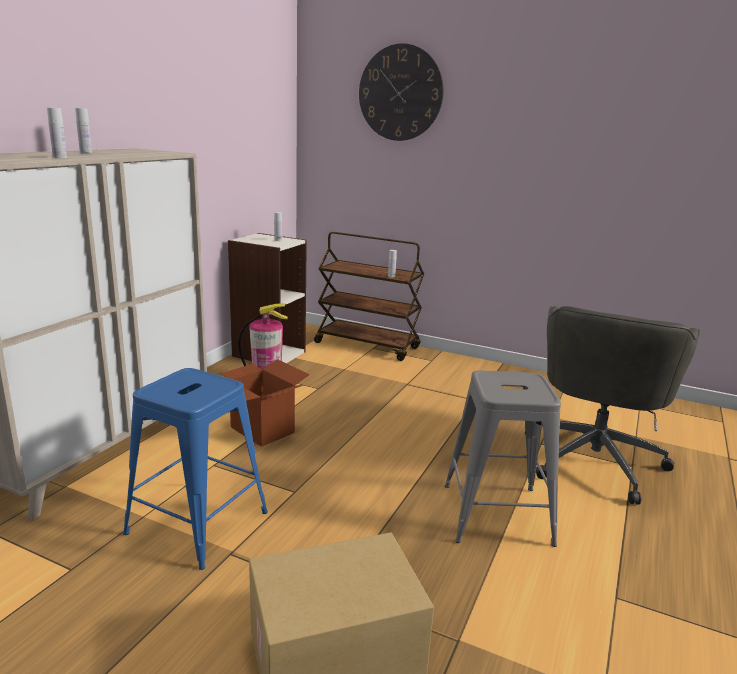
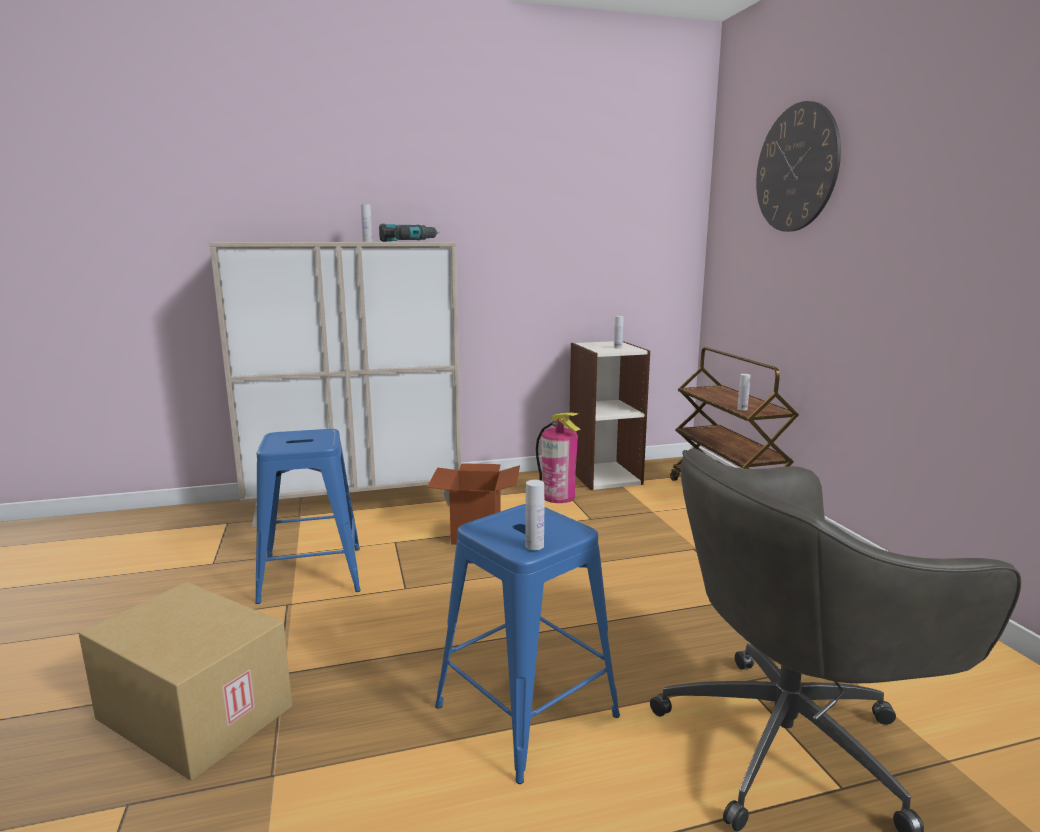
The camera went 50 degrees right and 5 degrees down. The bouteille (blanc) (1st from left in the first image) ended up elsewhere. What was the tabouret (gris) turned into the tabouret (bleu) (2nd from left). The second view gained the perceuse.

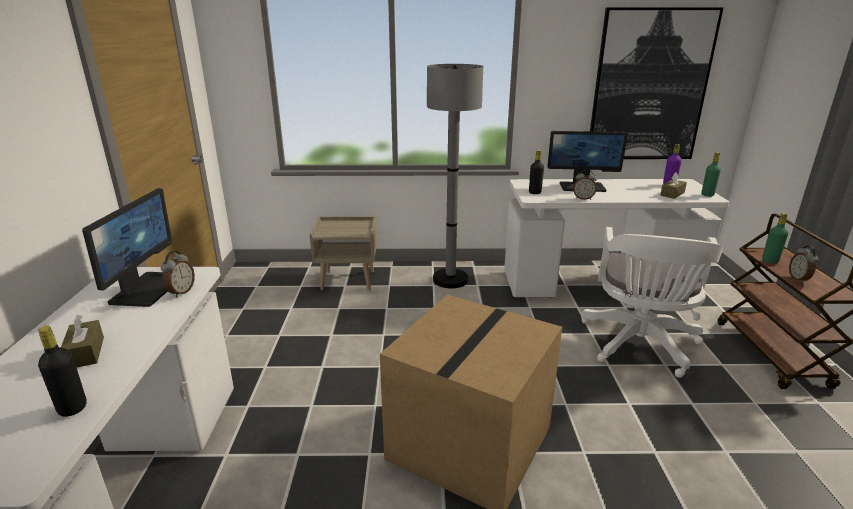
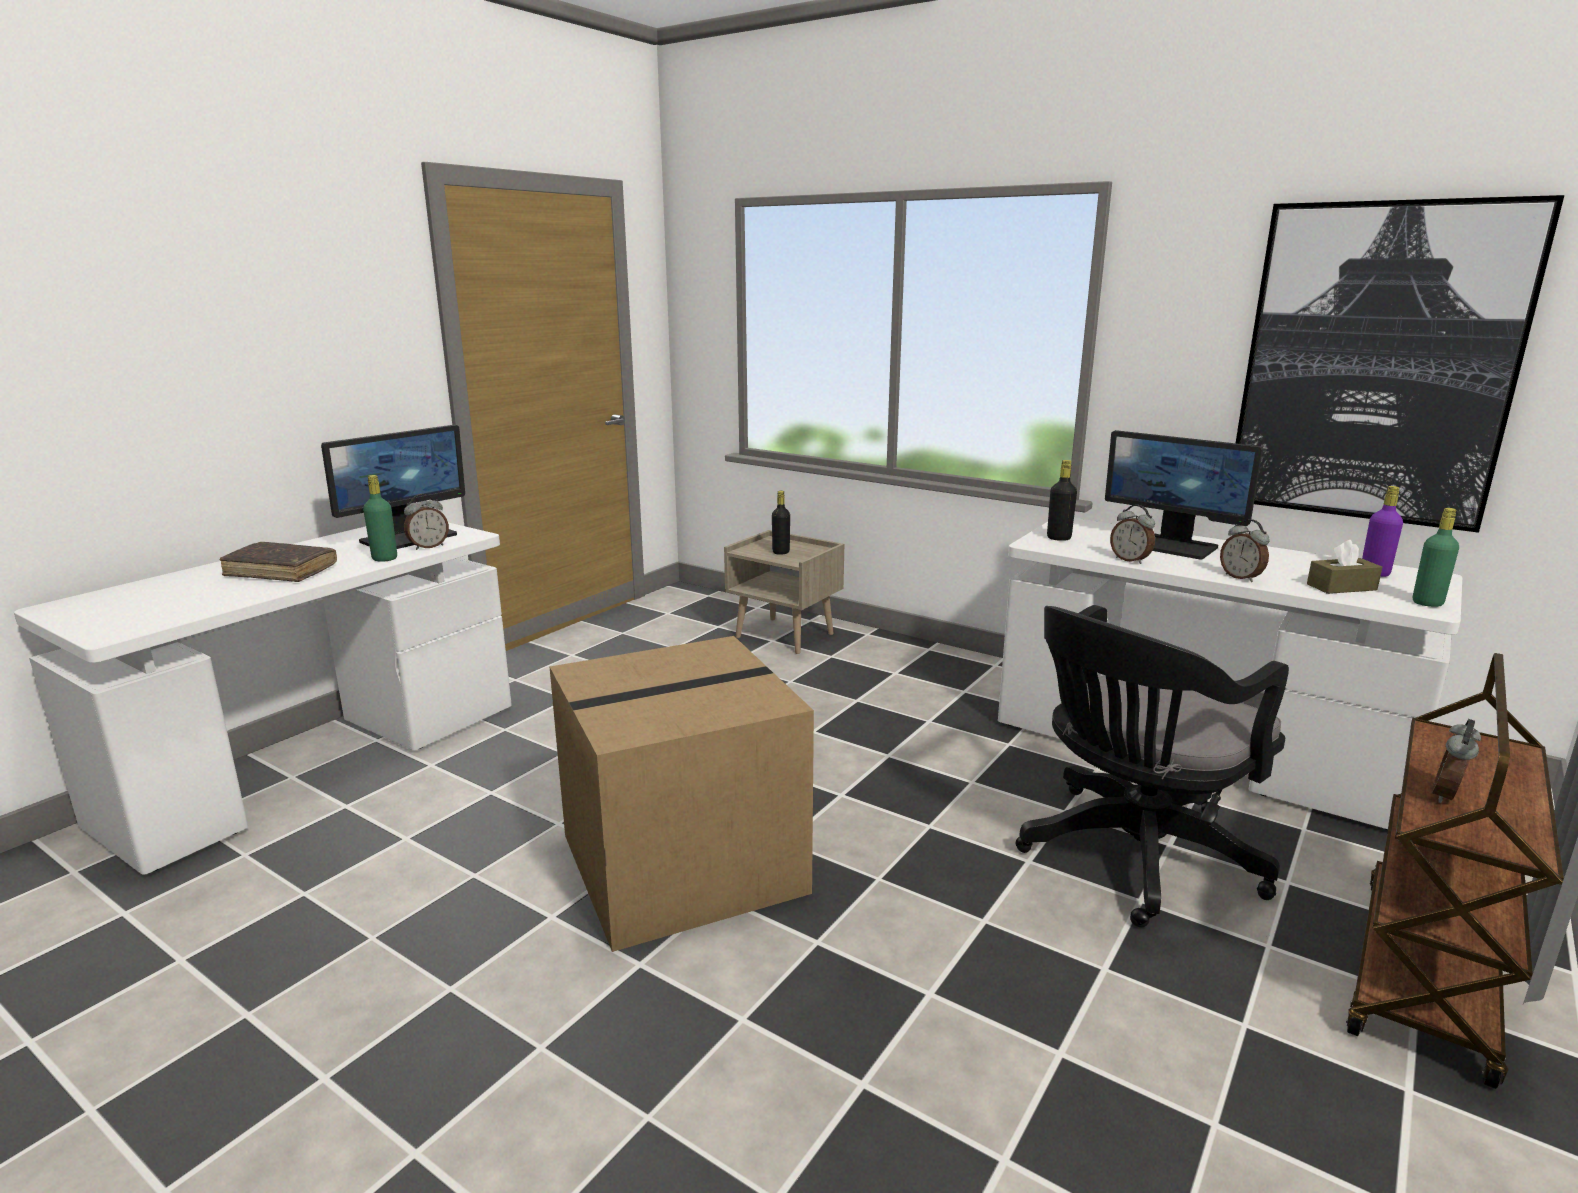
The camera went 35 degrees right and 5 degrees down. The second view lost the lampadaire (gris). The bouteille (vert) (2nd from left in the first image) ended up elsewhere. What was the chaise de bureau (blanc) turned into the chaise de bureau (noir). Where the boîte à mouchoirs (marron) (1st from left) stood, the livre (marron) came to stand. The bouteille (noir) (1st from left) ended up elsewhere. The second view gained the réveil (3rd from left).

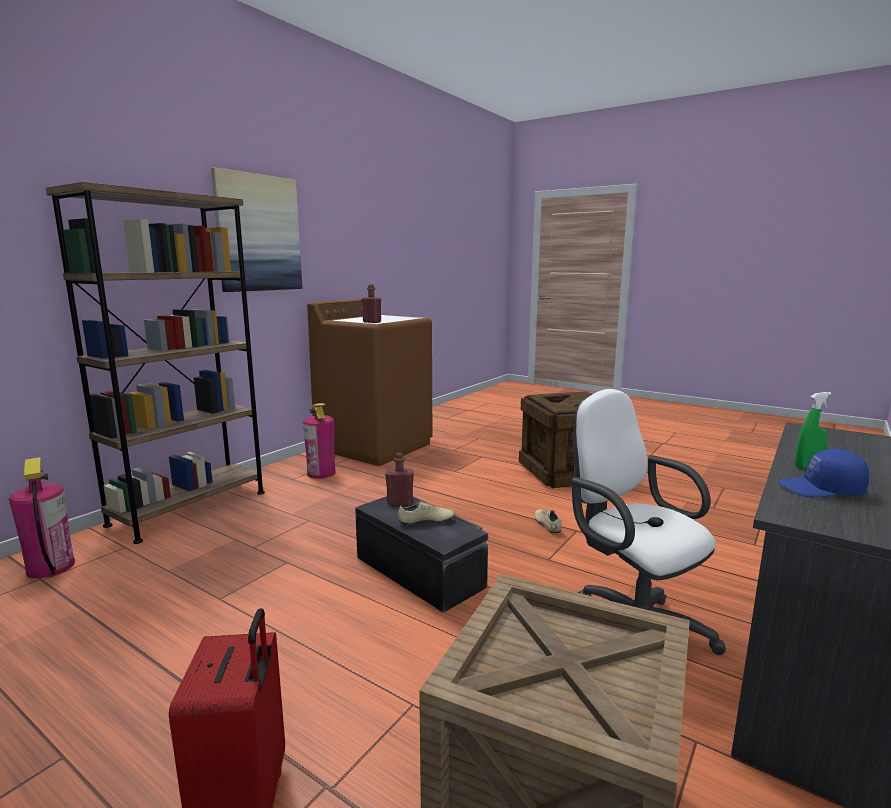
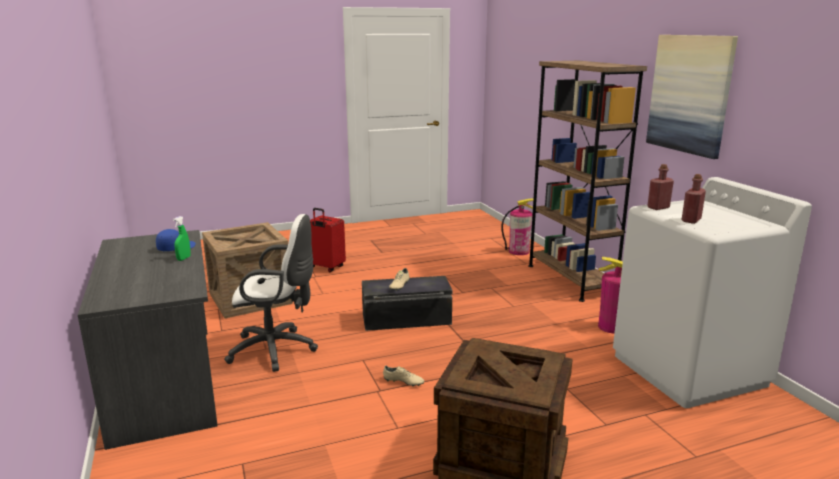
The camera went 125 degrees right and 5 degrees up. What was the lave-linge (marron) turned into the lave-linge (blanc). The bouteille (rouge) (2nd from left) ended up elsewhere.

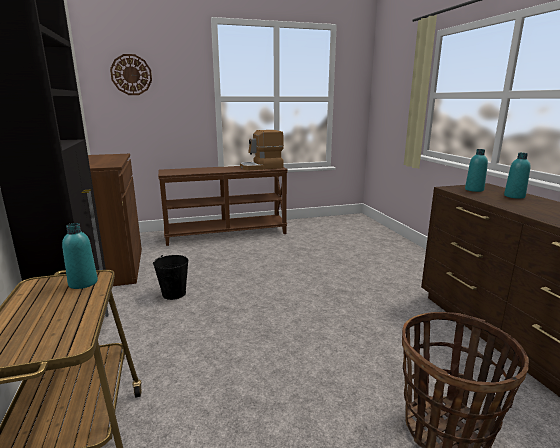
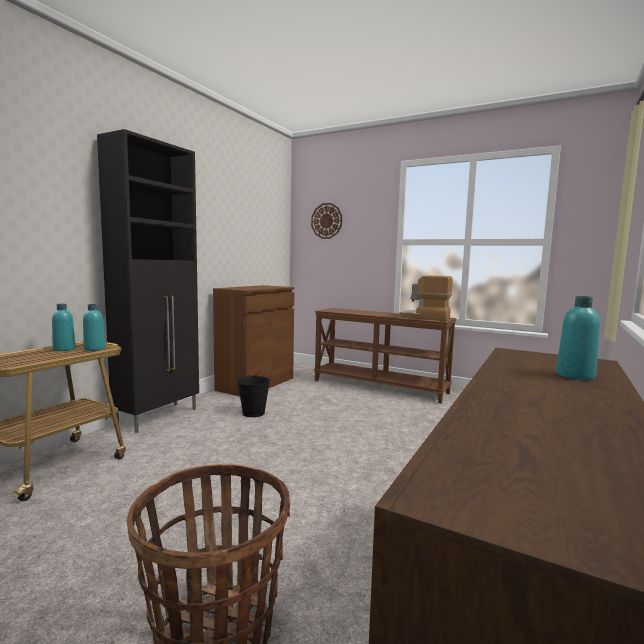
The camera went 45 degrees right and 10 degrees down. The bouteille (turquoise) (2nd from left in the first image) ended up elsewhere.

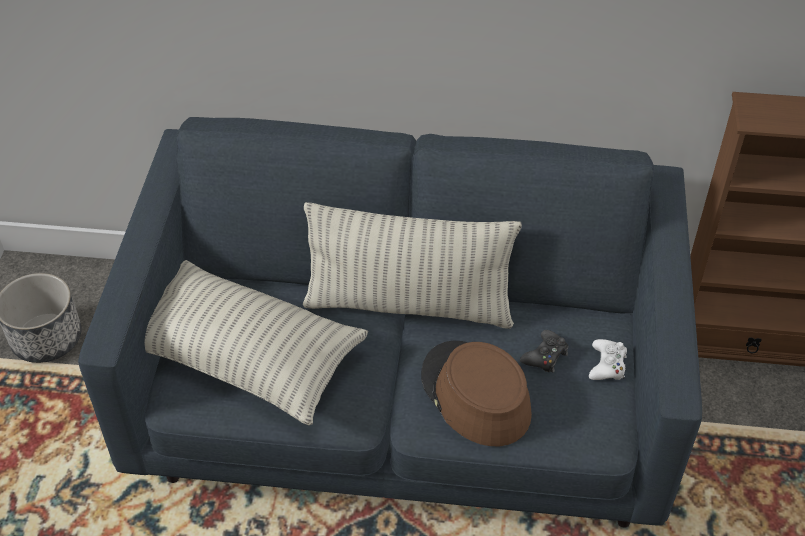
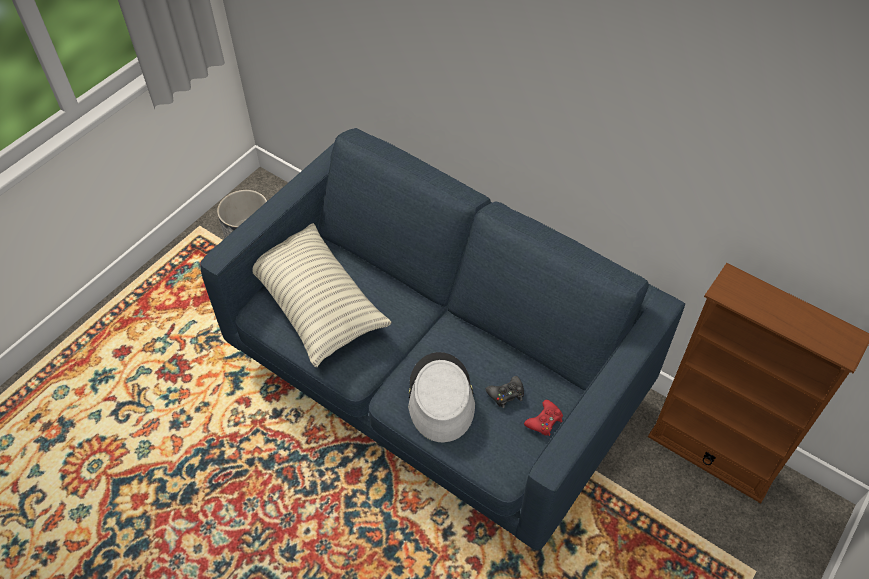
The camera went 30 degrees right and 5 degrees up. The second view lost the coussin (2nd from left). What was the manette (blanc) turned into the manette (rouge). What was the chapeau (marron) turned into the chapeau (gris).

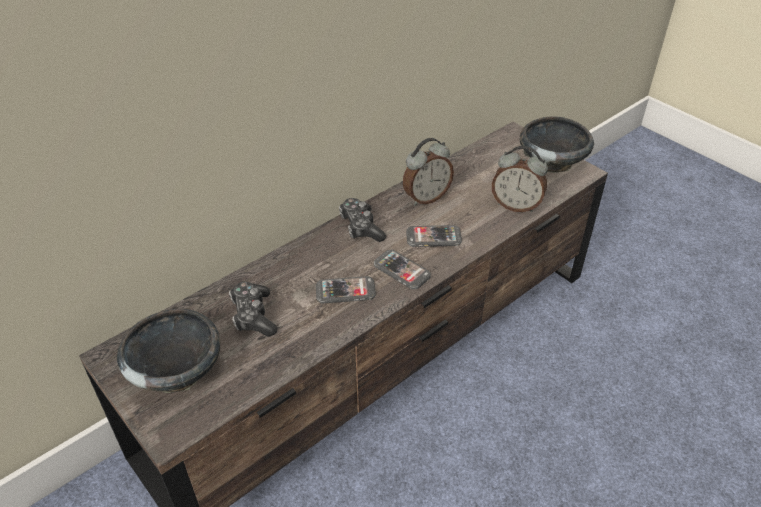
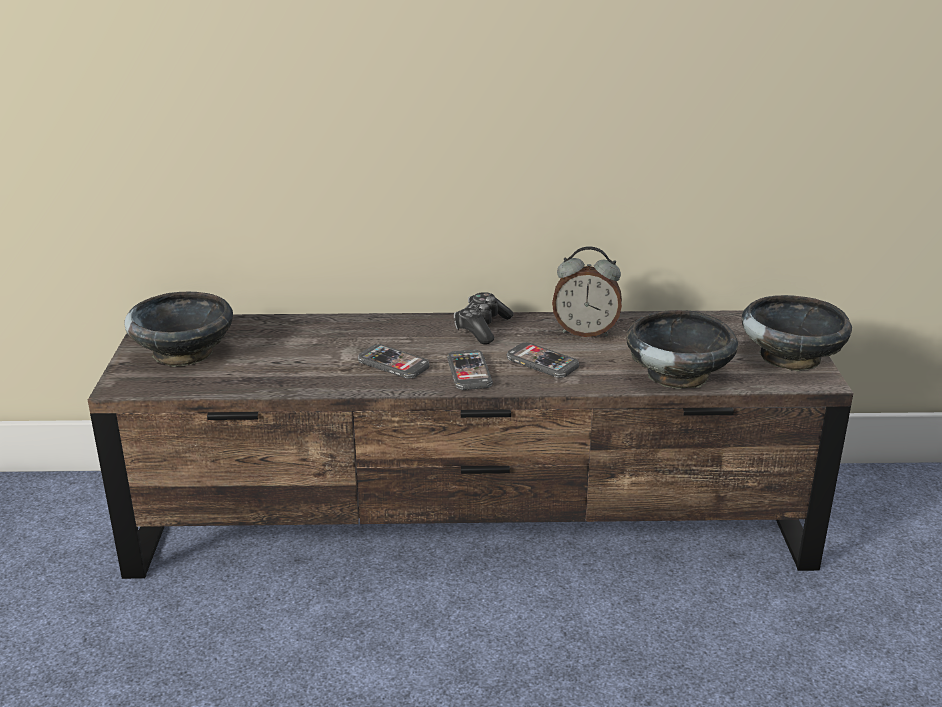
The camera went 40 degrees right and 15 degrees down. Where the réveil (2nd from left) stood, the bol (noir) (2nd from left) came to stand. The second view lost the manette (1st from left).

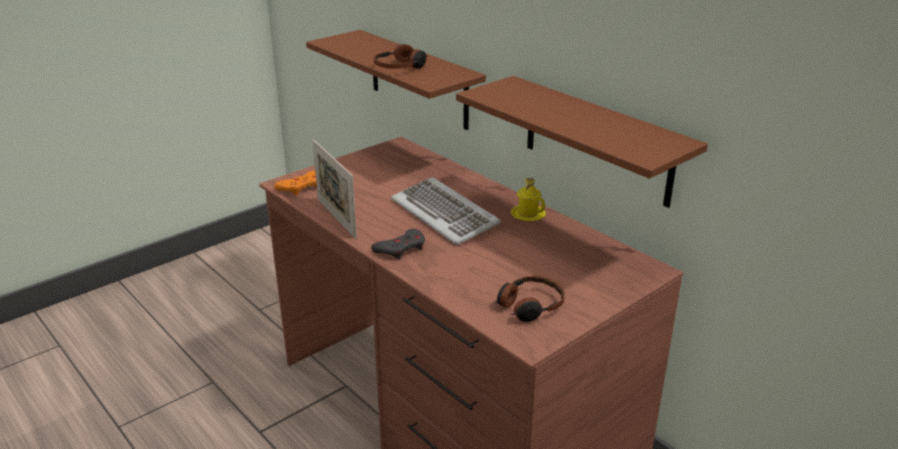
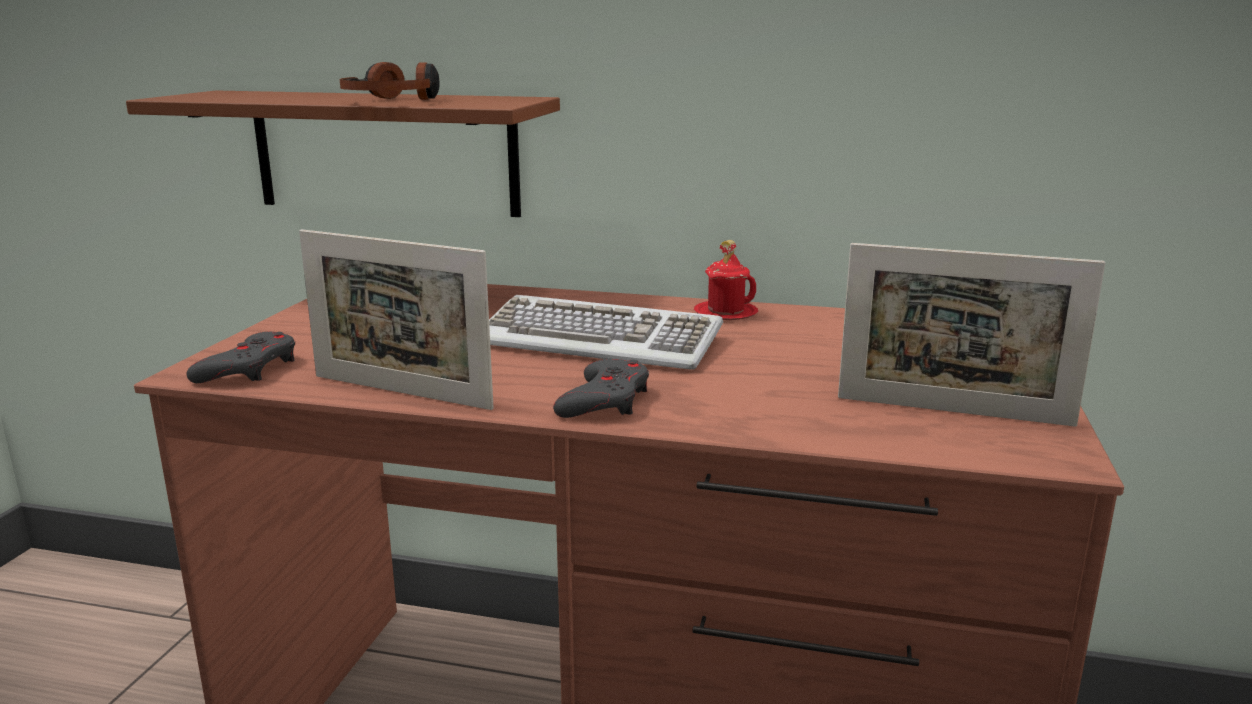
The camera went 35 degrees left and 10 degrees down. The second view lost the étagère (marron) (2nd from left). What was the manette (orange) turned into the manette (gris) (1st from left). What was the mug (jaune) turned into the mug (rouge). Where the casque audio (2nd from left) stood, the cadre photo (2nd from left) came to stand.

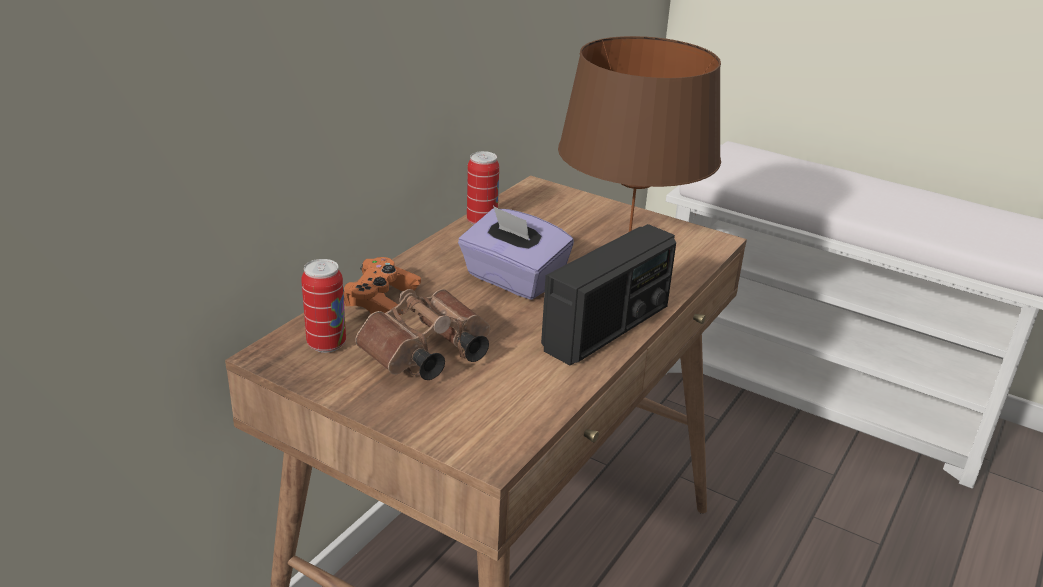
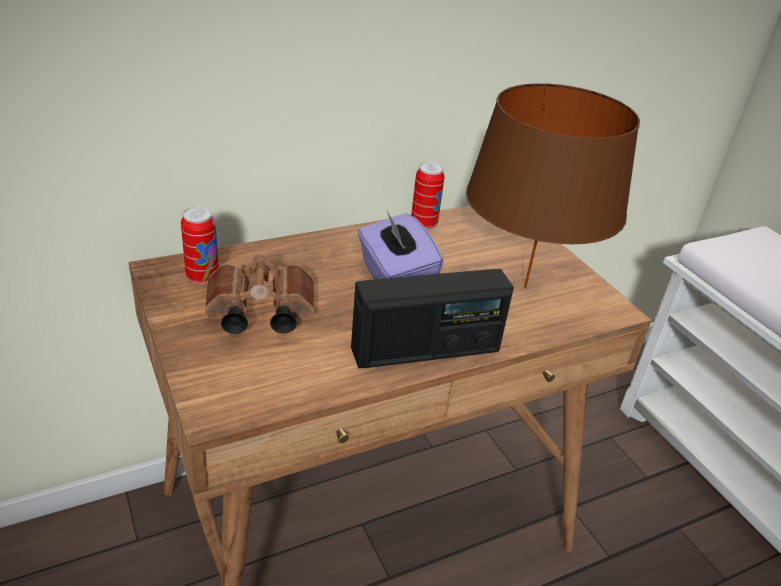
The camera went 30 degrees right and 5 degrees up. The second view lost the manette (orange).

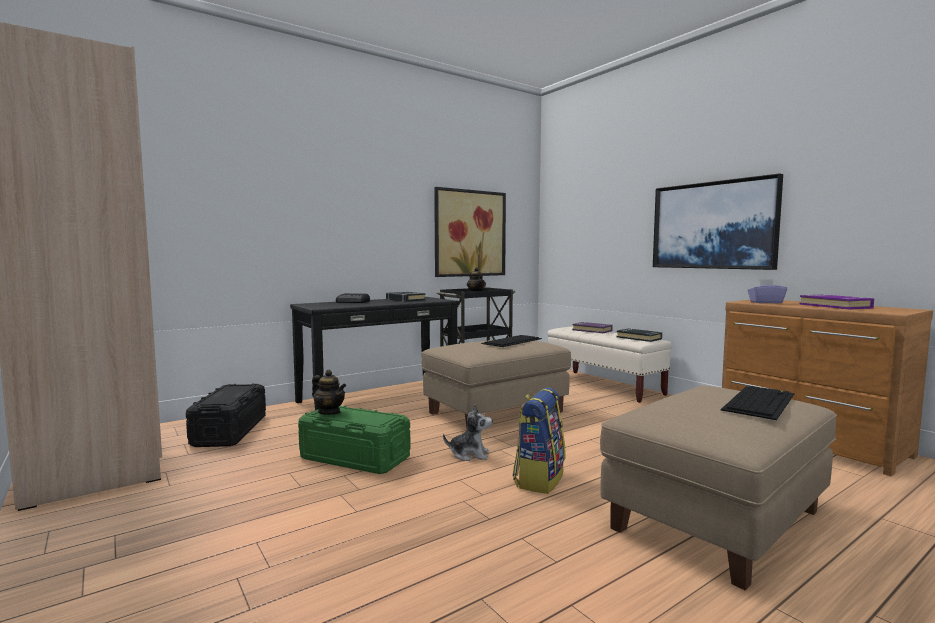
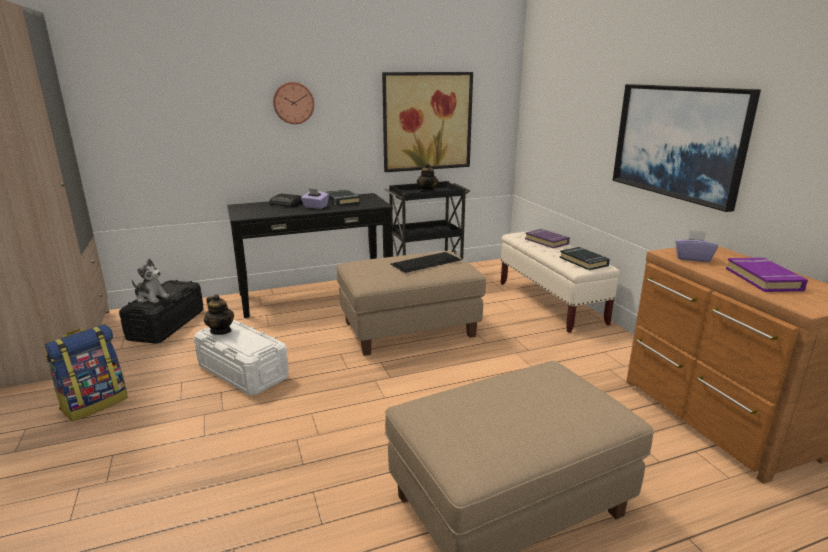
The camera went 15 degrees right and 15 degrees up. The second view lost the clavier (2nd from left). The sac à dos ended up elsewhere. The peluche ended up elsewhere. What was the boîte de rangement (vert) turned into the boîte de rangement (blanc). The second view gained the horloge murale. The second view gained the boîte à mouchoirs (violet) (1st from left).

